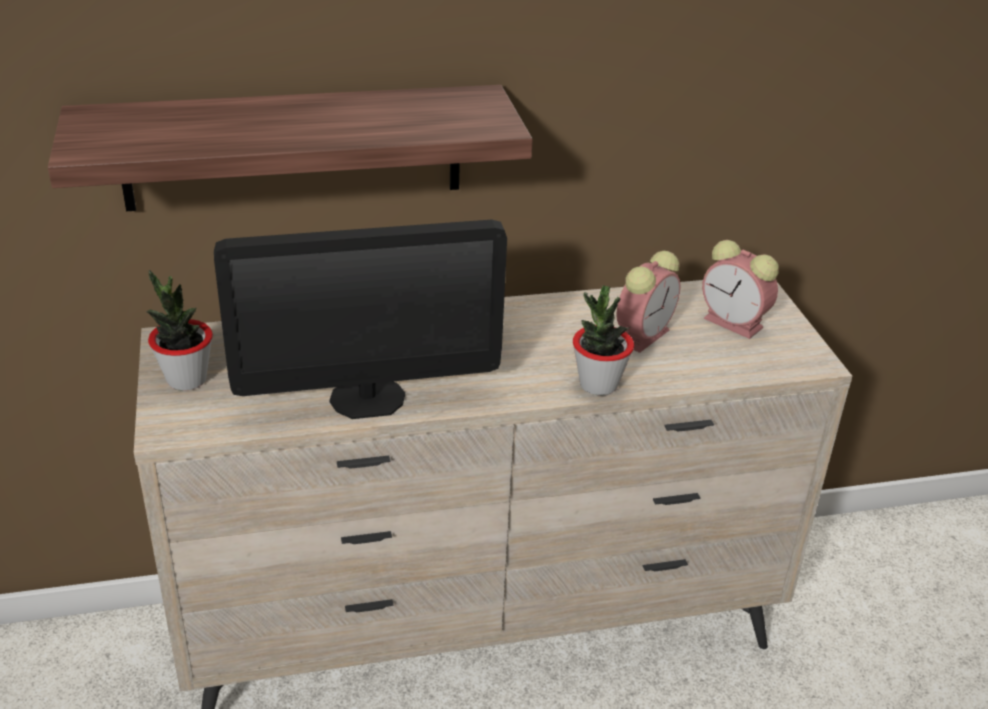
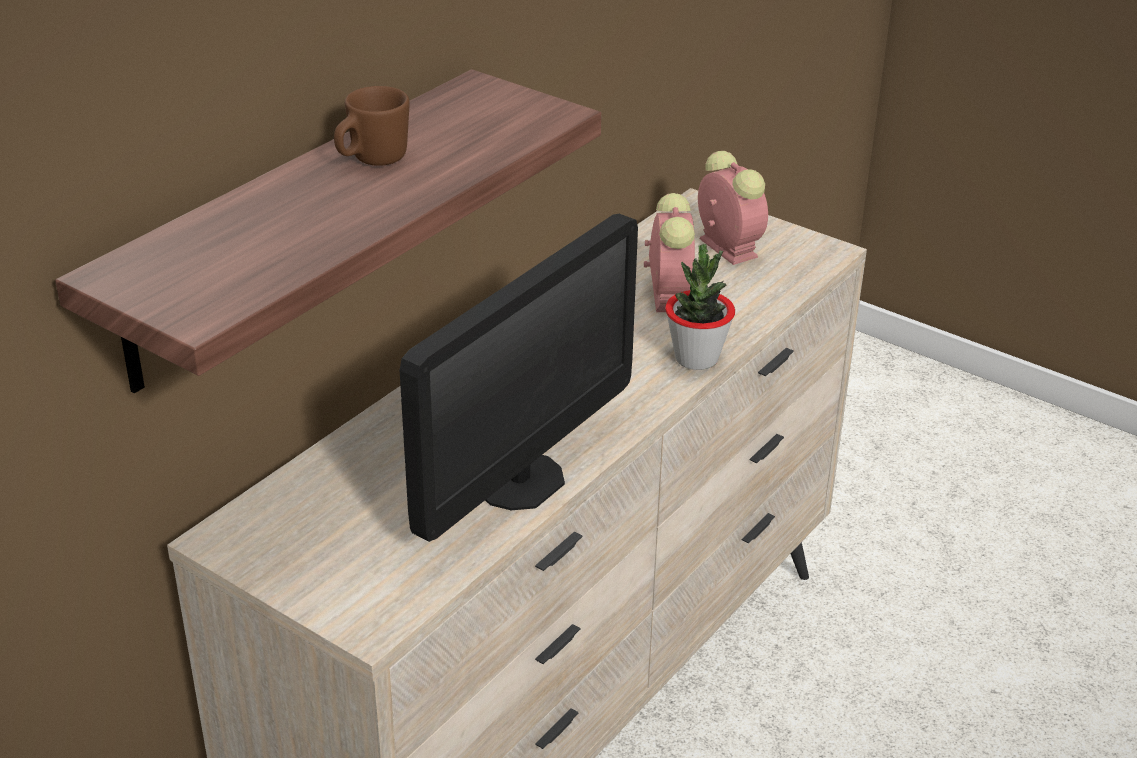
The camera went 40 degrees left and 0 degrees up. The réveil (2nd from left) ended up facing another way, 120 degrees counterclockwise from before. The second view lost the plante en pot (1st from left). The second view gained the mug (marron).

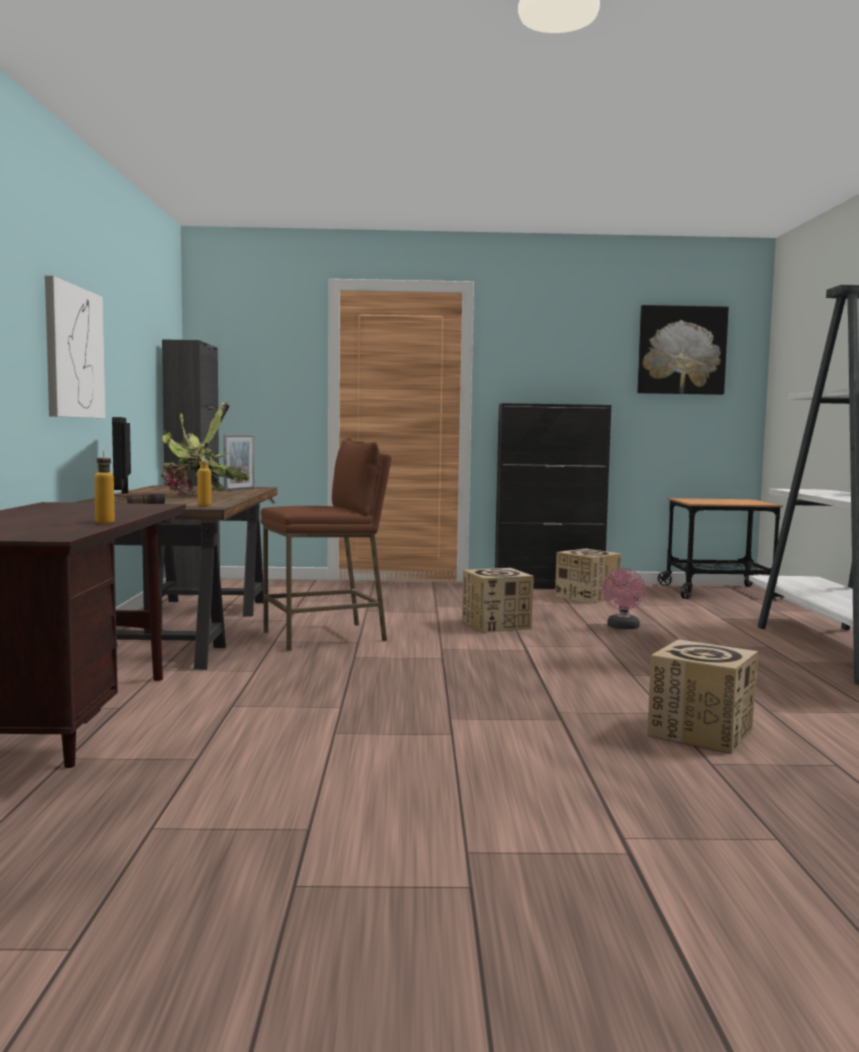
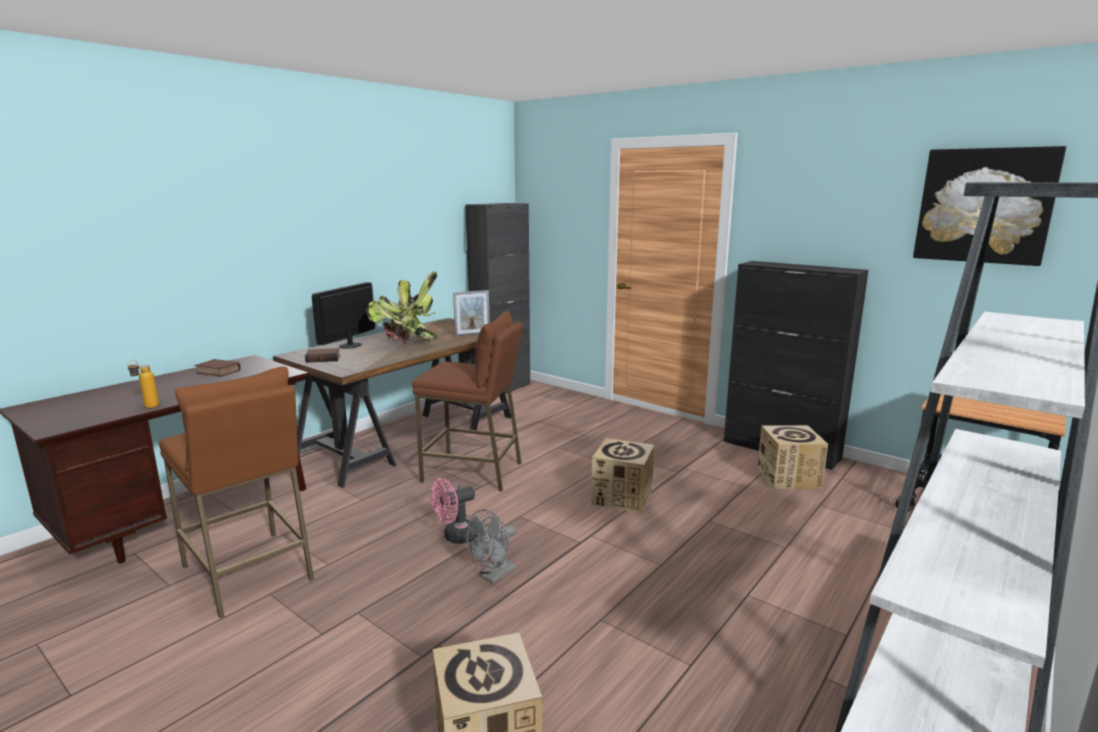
The camera went 40 degrees right and 10 degrees up. The second view lost the tableau (1st from left). The second view lost the bouteille (2nd from left). The ventilateur (rose) ended up elsewhere. The second view gained the livre (1st from left). The second view gained the tabouret (marron) (1st from left). The second view gained the ventilateur (gris).

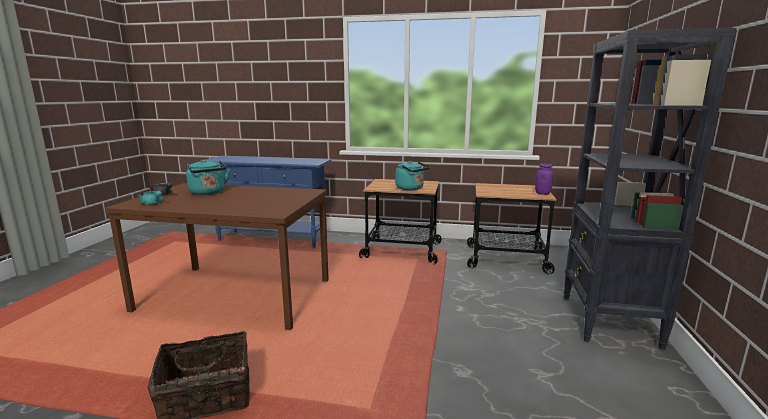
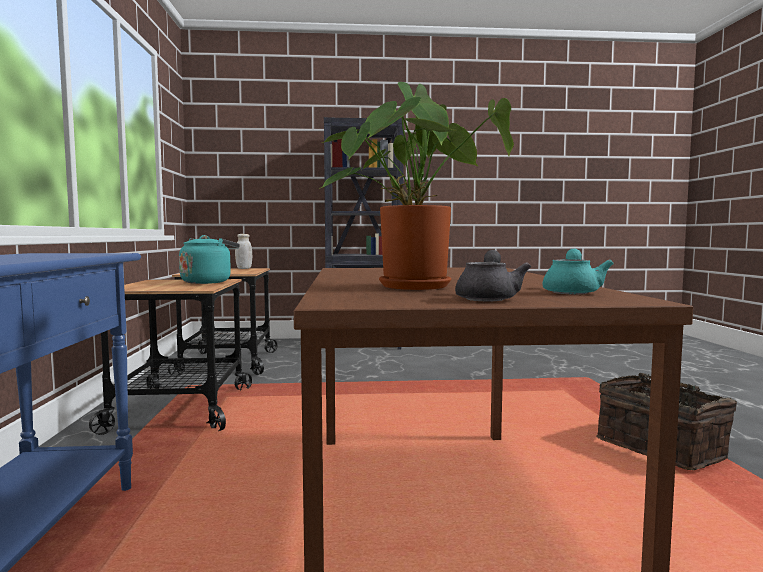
The camera went 105 degrees left and 10 degrees down. Where the bouilloire (turquoise) (1st from left) stood, the plante en pot came to stand. What was the bocal (violet) turned into the bocal (blanc).

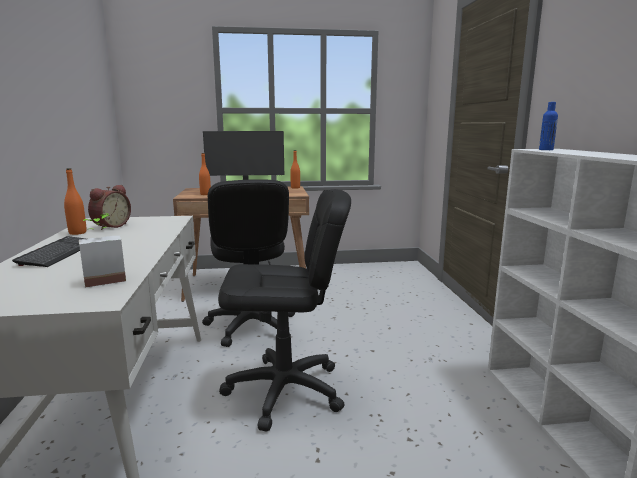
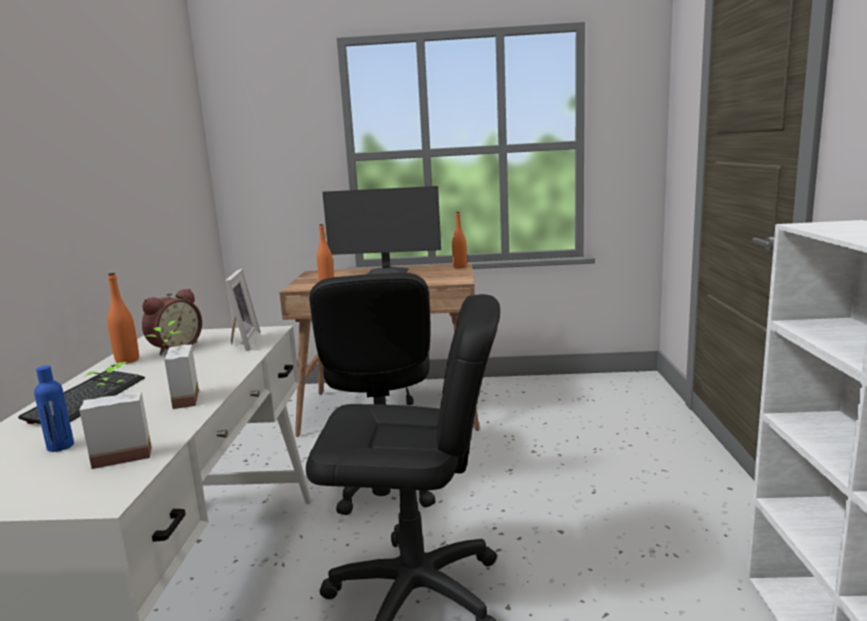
The camera went 10 degrees right and 0 degrees up. The bouteille (bleu) ended up elsewhere. The second view gained the cadre photo. The second view gained the plante en pot (2nd from left).

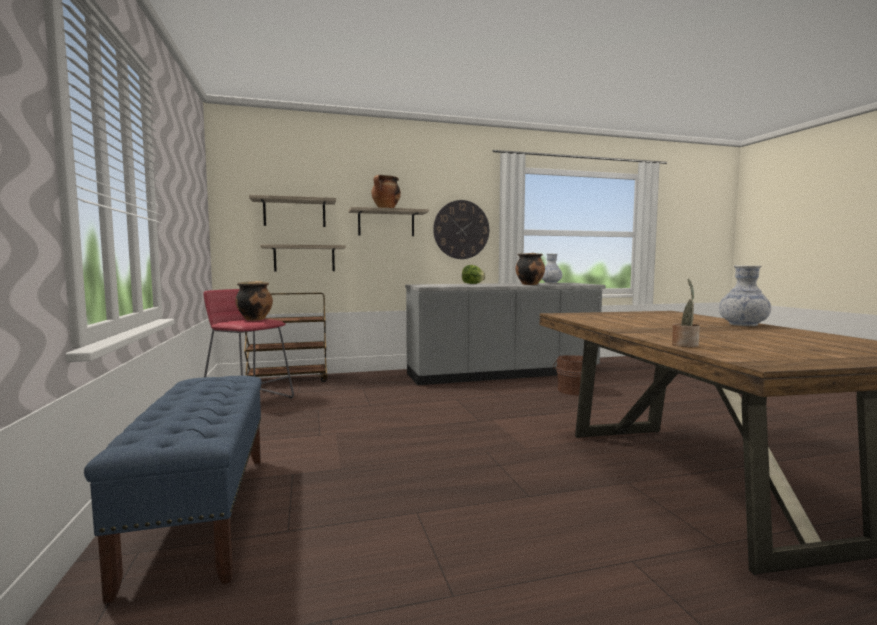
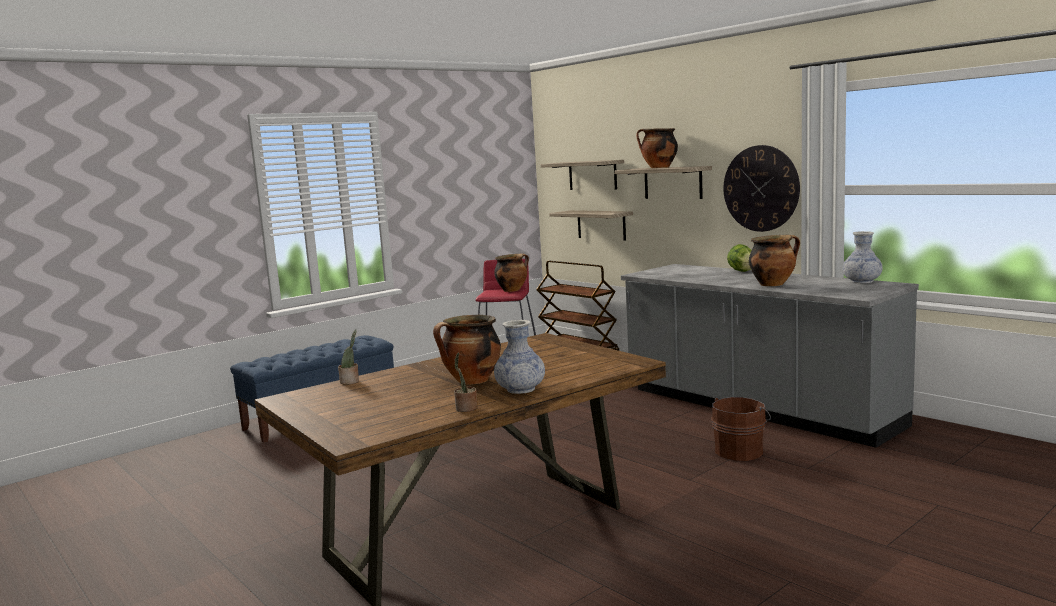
The camera went 65 degrees right and 5 degrees up. The second view gained the marmite (1st from left). The second view gained the plante en pot (2nd from left).

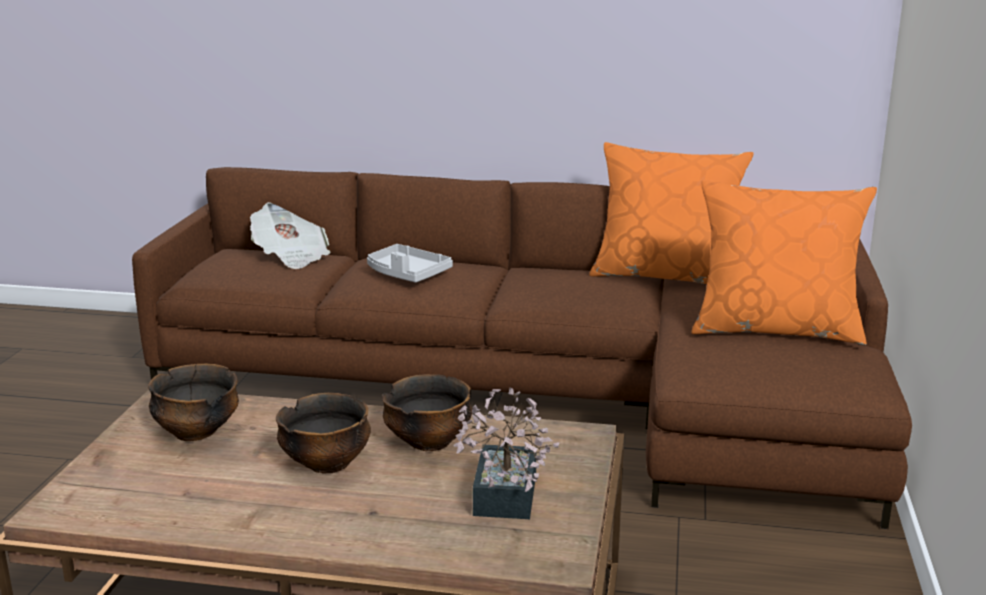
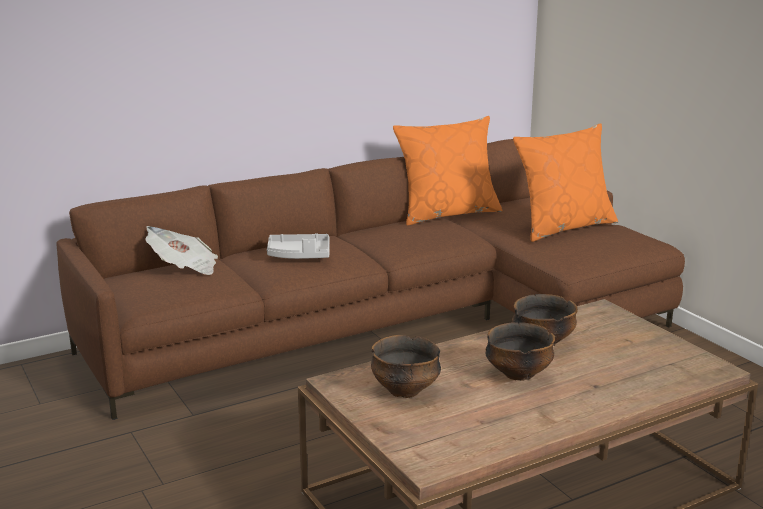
The camera went 40 degrees left and 0 degrees up. The second view lost the plante en pot.

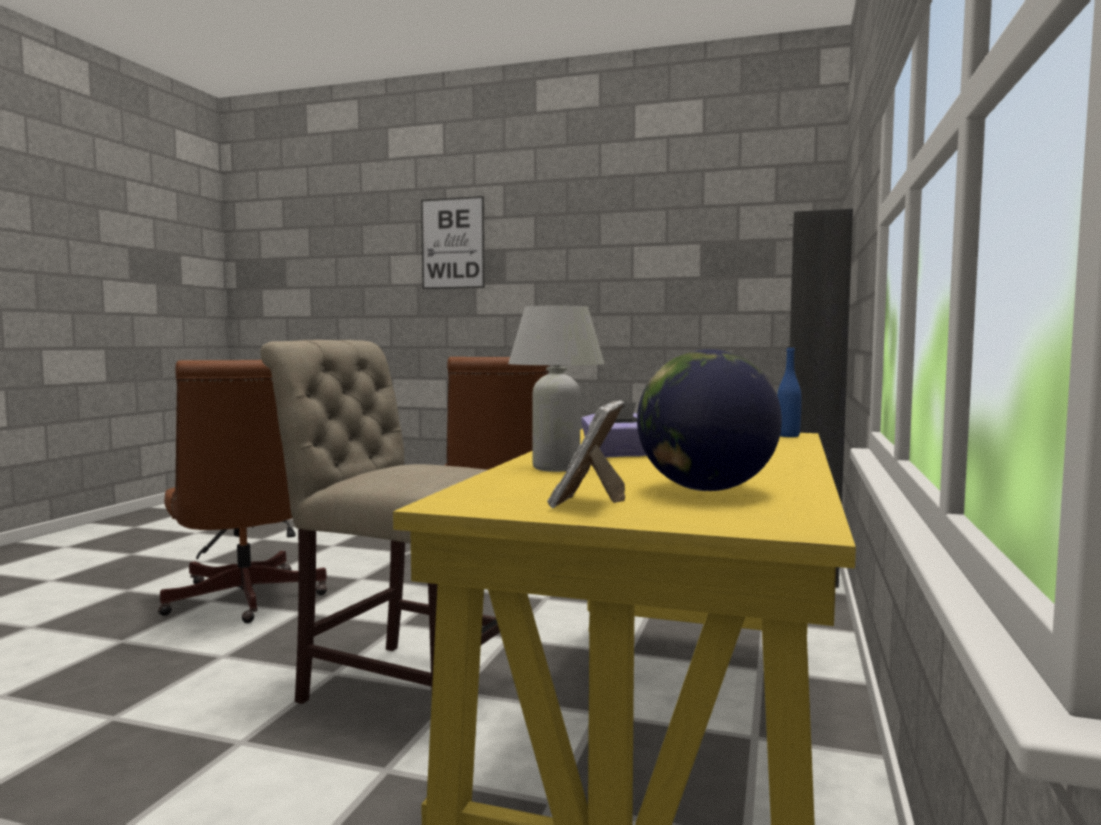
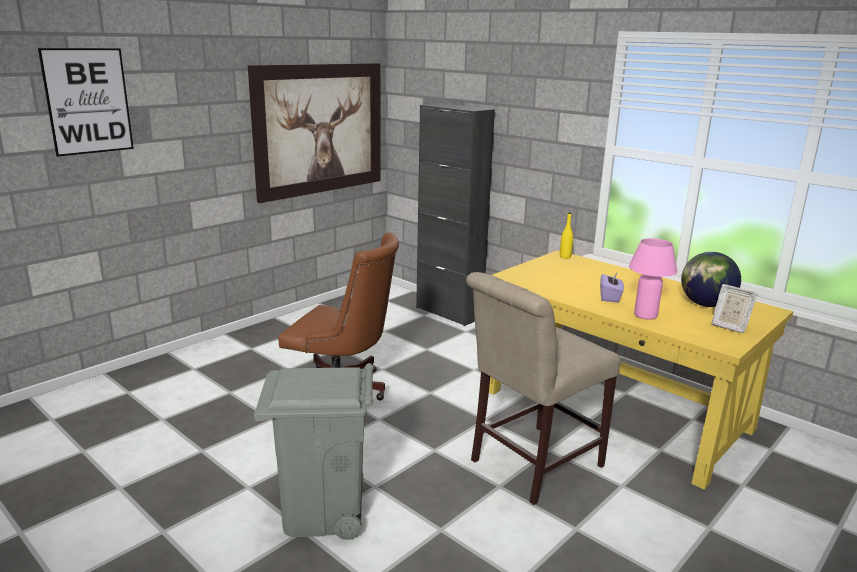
The camera went 65 degrees left and 15 degrees up. What was the lampe de table (blanc) turned into the lampe de table (rose). What was the bouteille (bleu) turned into the bouteille (jaune). Where the chaise de bureau (marron) (1st from left) stood, the poubelle (gris) came to stand. The second view gained the tableau (2nd from left).

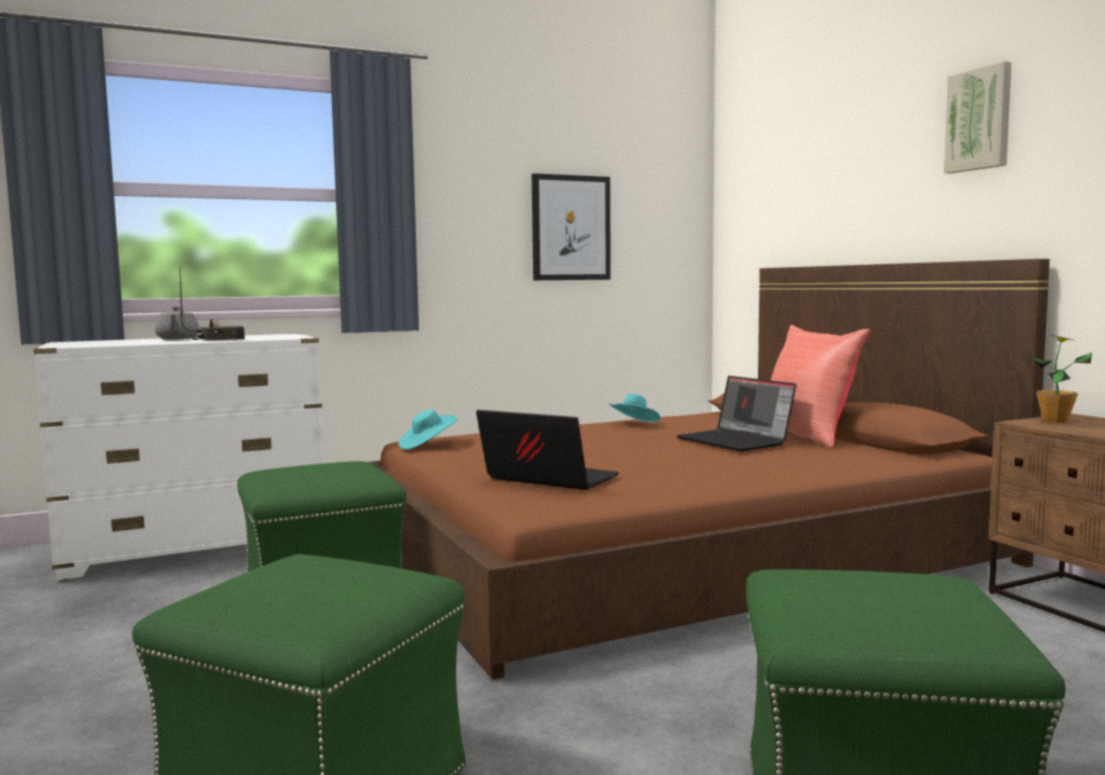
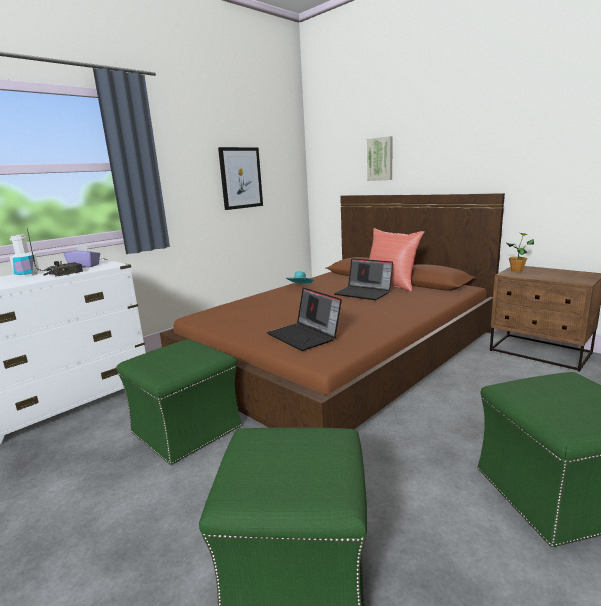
The camera went 20 degrees left and 10 degrees up. The tableau (2nd from left) ended up elsewhere. Where the théière (gris) stood, the bouteille (blanc) came to stand. The second view lost the chapeau (turquoise) (1st from left). The ordinateur portable (1st from left) ended up facing another way, 135 degrees counterclockwise from before. The second view gained the boîte à mouchoirs (violet).

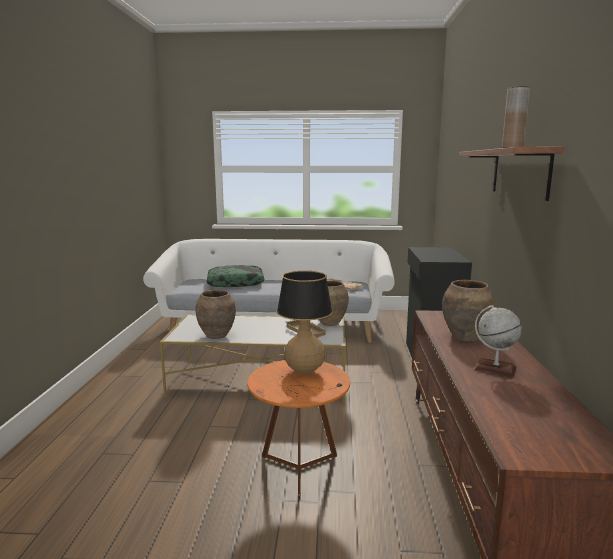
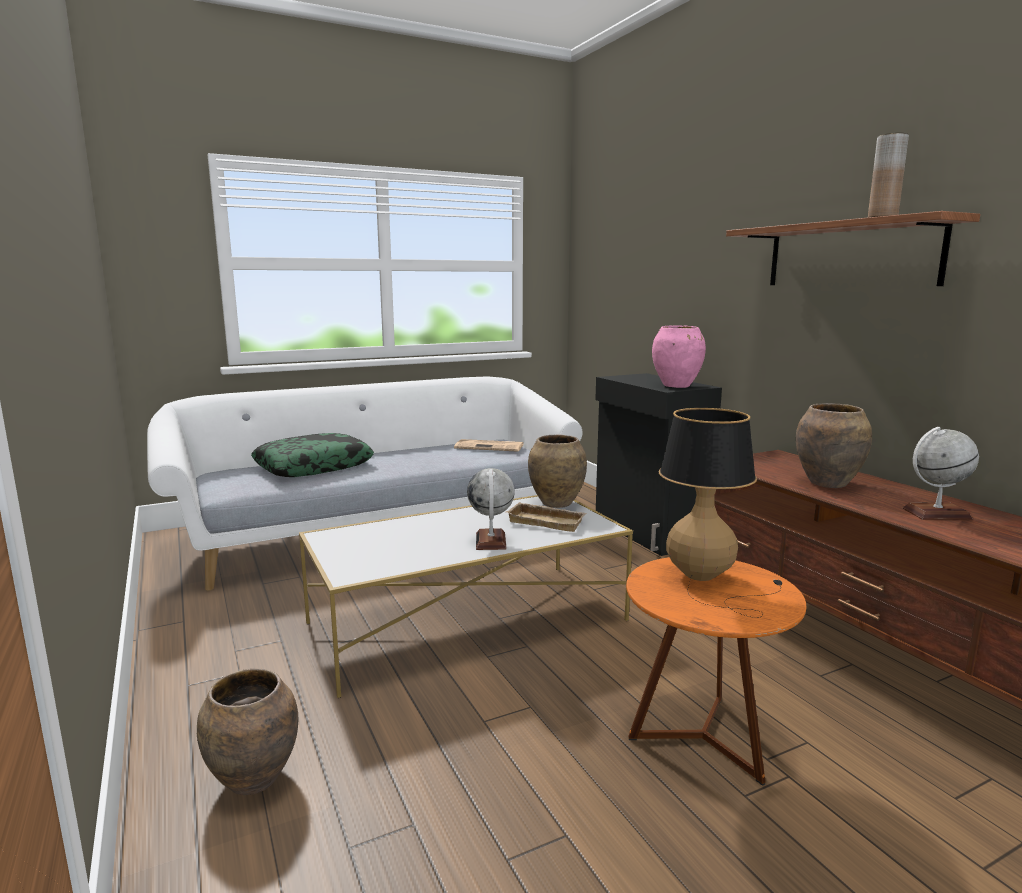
The camera went 30 degrees left and 0 degrees up. The vase (marron) (1st from left) ended up elsewhere. The second view gained the vase (rose). The second view gained the globe (1st from left).

